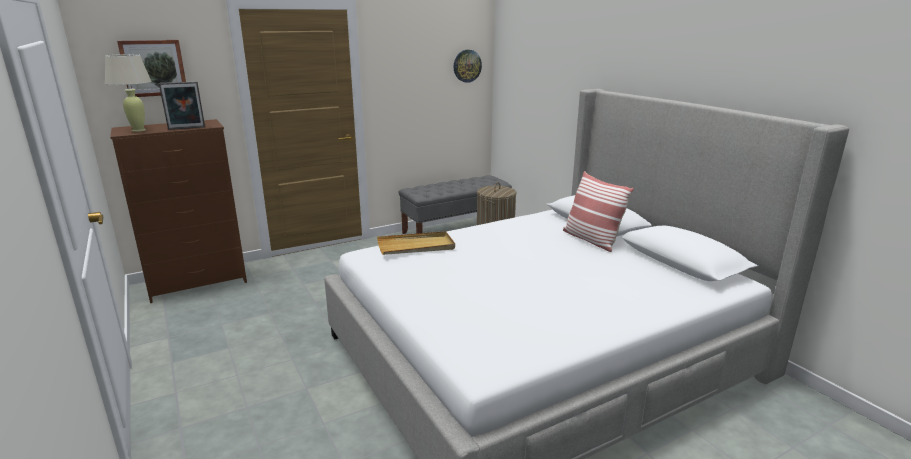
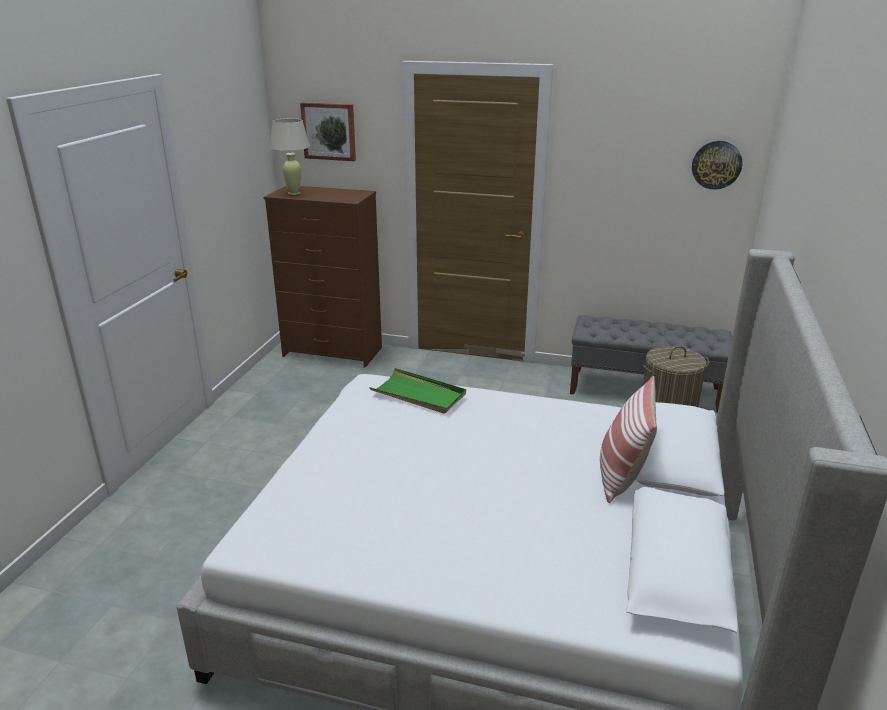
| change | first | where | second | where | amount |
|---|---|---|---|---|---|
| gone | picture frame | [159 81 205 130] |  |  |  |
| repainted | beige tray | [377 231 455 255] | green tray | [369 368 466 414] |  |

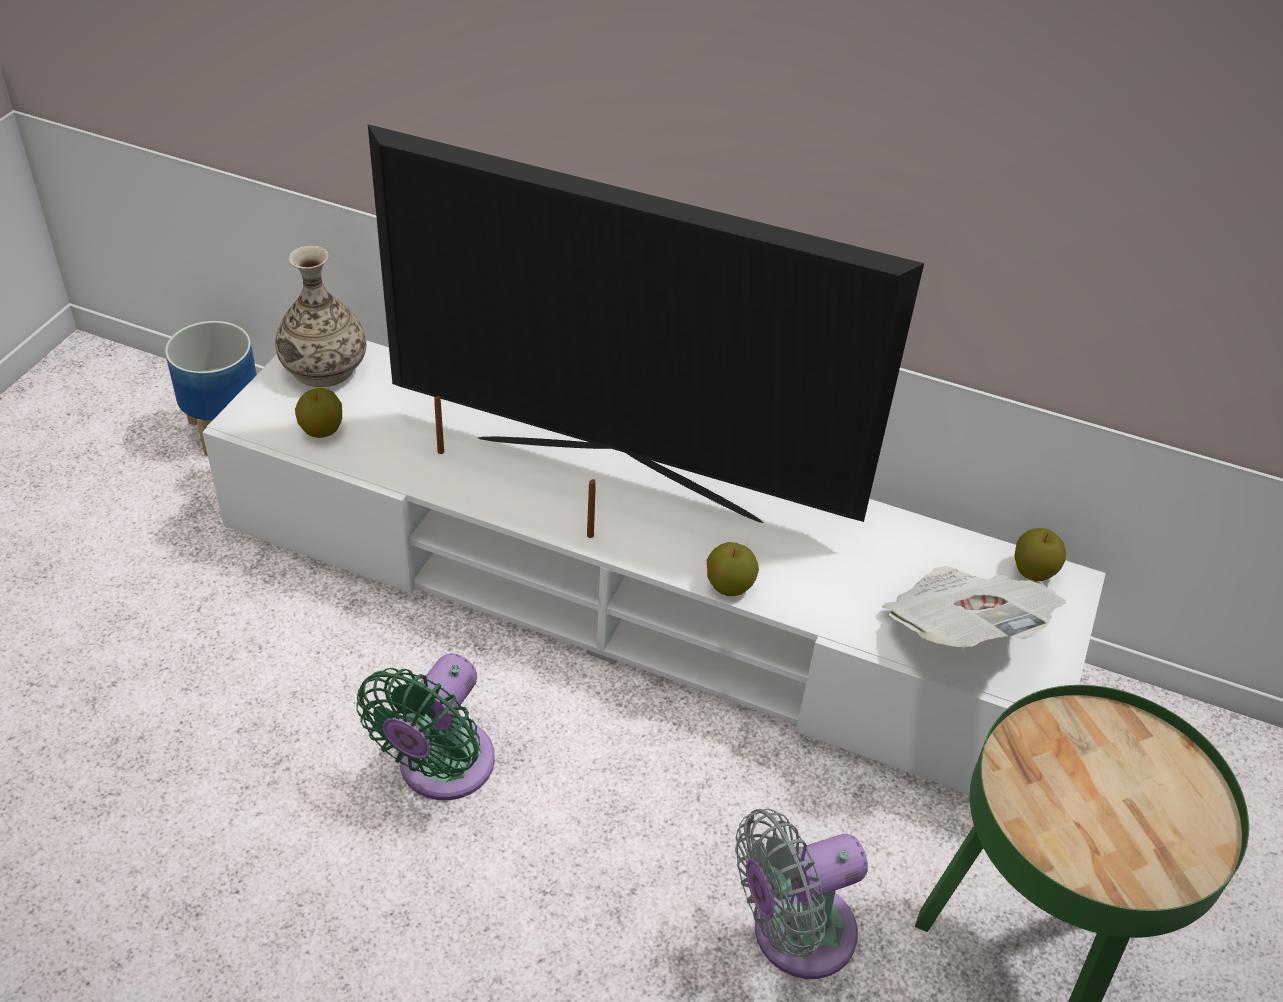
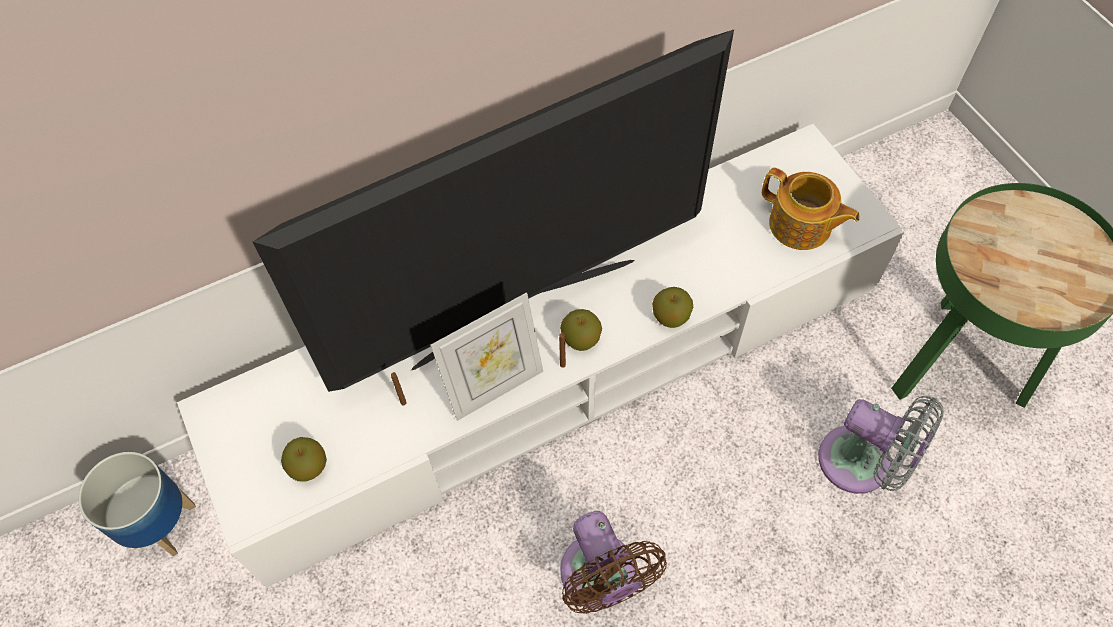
| change | first | where | second | where | amount |
|---|---|---|---|---|---|
| gone | vase | [275 246 366 387] |  |  |  |
| new |  |  | picture frame | [431 292 543 421] |  |
| shifted | apple | [1014 528 1066 581] |  | [560 309 602 351] |  |
| swapped | newspaper | [882 566 1066 647] | teapot | [762 168 860 250] |  |
| repainted | green fan | [356 653 495 800] | brown fan | [560 511 667 614] |  |
| rotated | grey fan | [735 809 868 979] |  | [818 396 944 494] | 75 degrees counterclockwise |

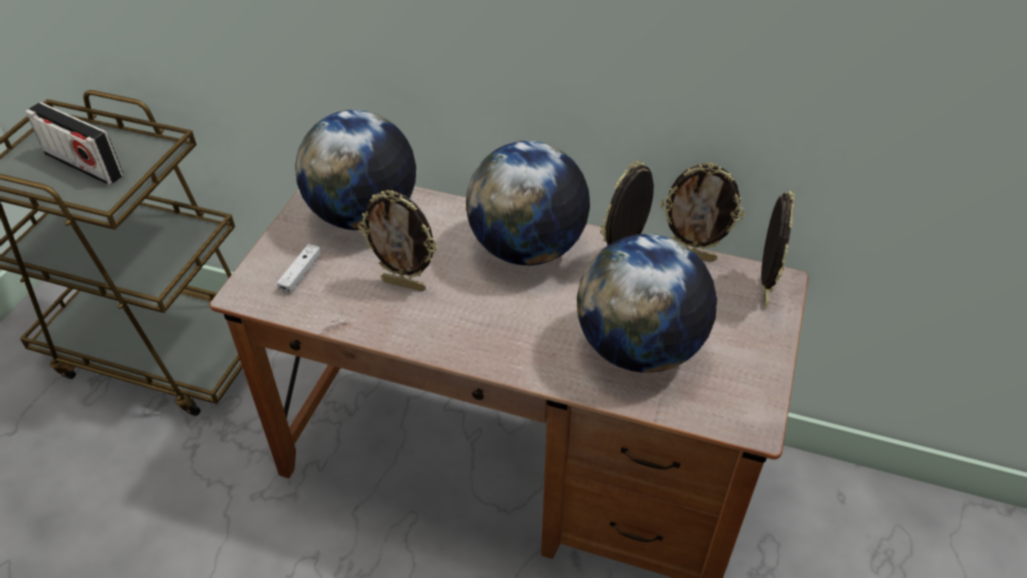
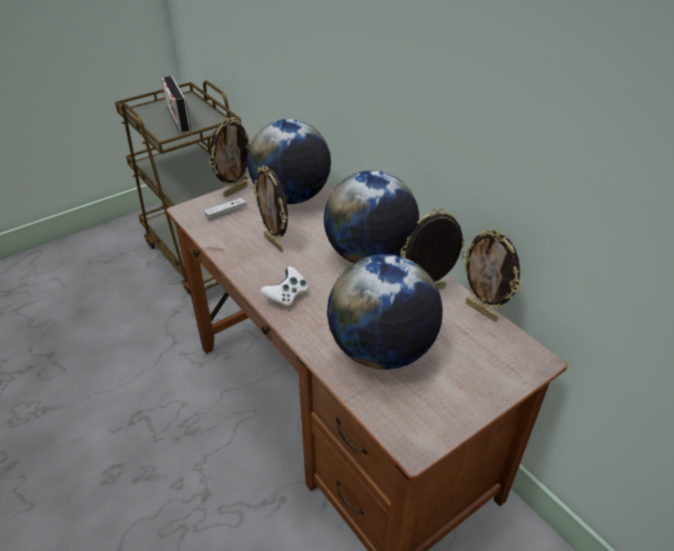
| change | first | where | second | where | amount |
|---|---|---|---|---|---|
| new |  |  | white game controller | [260 266 308 308] |  |
| shifted | picture frame | [761 190 794 308] |  | [209 118 252 197] |  |

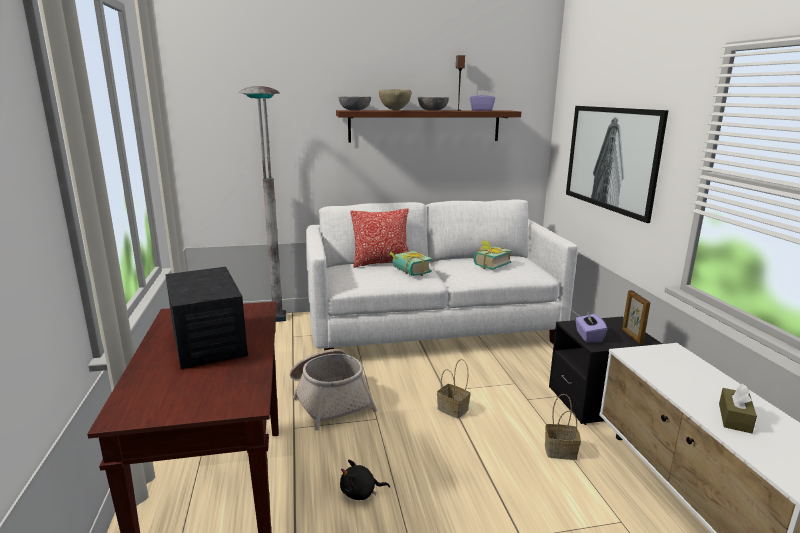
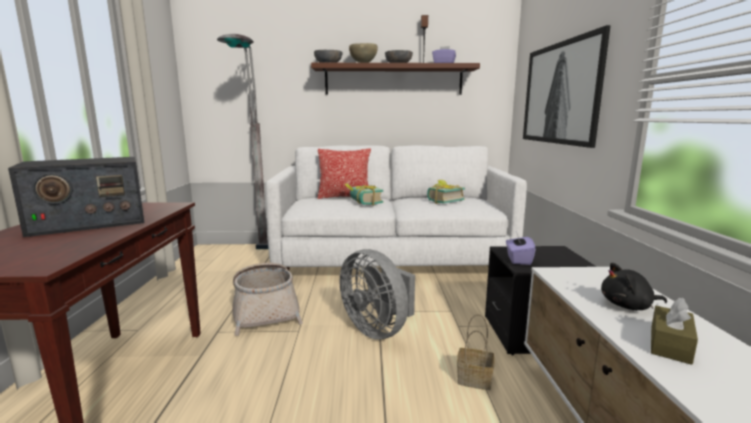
| change | first | where | second | where | amount |
|---|---|---|---|---|---|
| gone | picture frame | [622 290 650 344] |  |  |  |
| shifted | black plush toy | [340 459 390 500] |  | [601 263 667 310] |  |
| swapped | basket | [437 359 470 418] | grey fan | [340 249 415 339] |  |
| rotated | radio | [165 267 248 369] |  | [8 157 144 237] | 75 degrees clockwise |

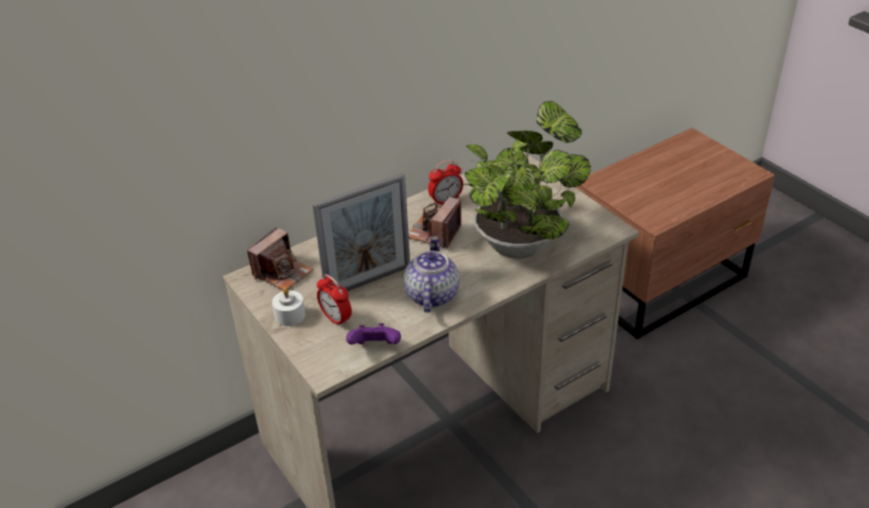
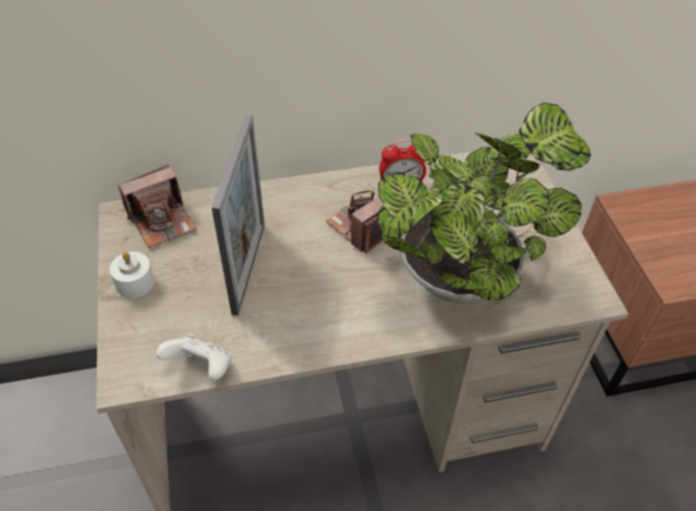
| change | first | where | second | where | amount |
|---|---|---|---|---|---|
| gone | alarm clock | [317 274 352 328] |  |  |  |
| gone | teapot | [404 236 459 313] |  |  |  |
| repainted | purple game controller | [346 323 401 345] | white game controller | [156 333 231 380] |  |
| rotated | picture frame | [312 173 410 291] |  | [211 114 265 316] | 75 degrees counterclockwise |

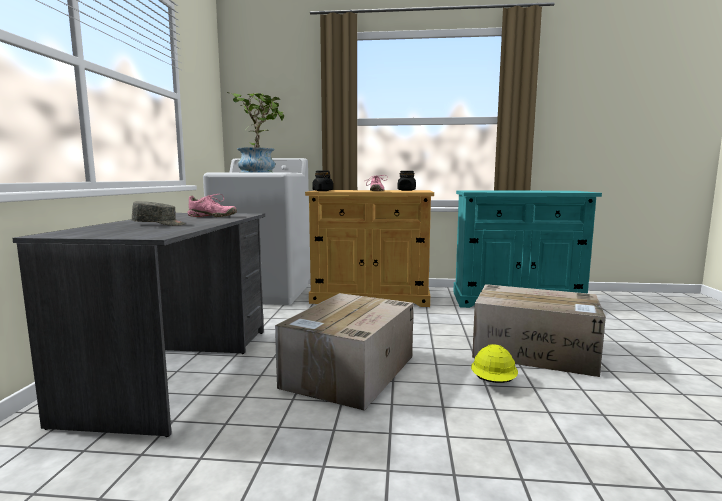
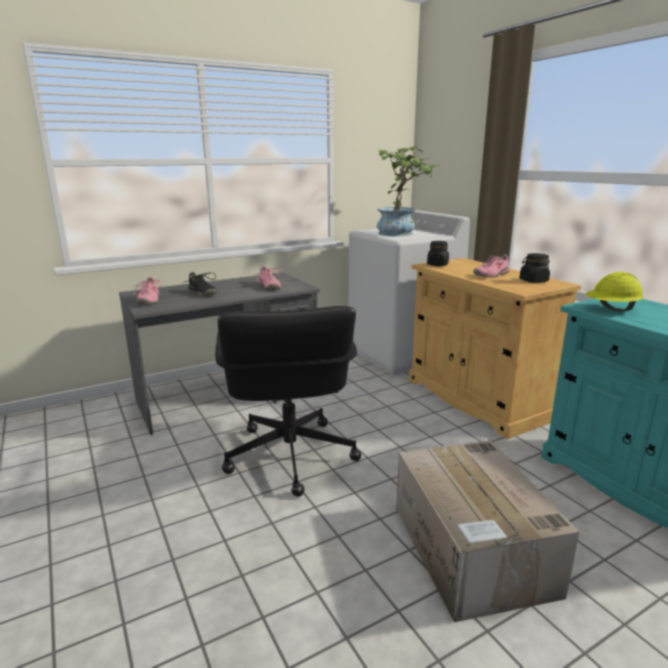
| change | first | where | second | where | amount |
|---|---|---|---|---|---|
| new |  |  | pink shoe | [133 277 162 304] |  |
| shifted | yellow hard hat | [471 344 518 383] |  | [586 272 644 311] |  |
| swapped | grey cap | [132 201 186 226] | black shoe | [183 272 217 296] |  |
| swapped | cardboard box | [275 293 413 410] | black office chair | [215 306 361 497] |  |

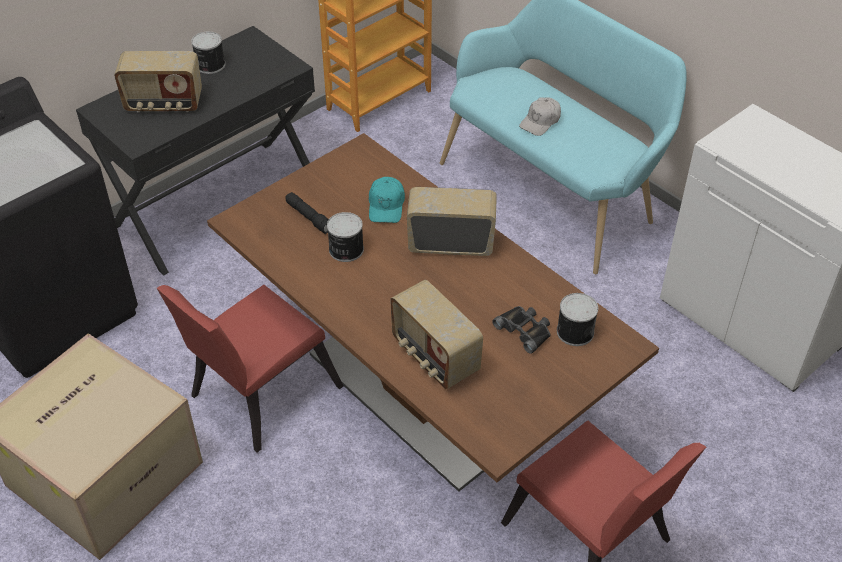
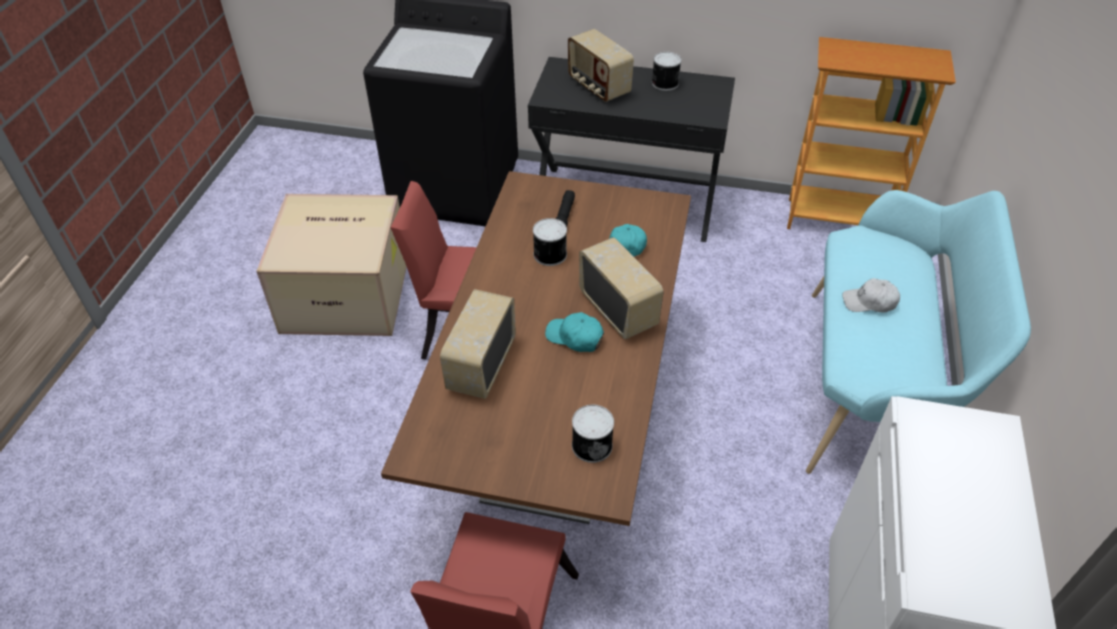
| change | first | where | second | where | amount |
|---|---|---|---|---|---|
| gone | black binoculars | [492 306 551 354] |  |  |  |
| new |  |  | turquoise cap | [545 312 604 352] |  |

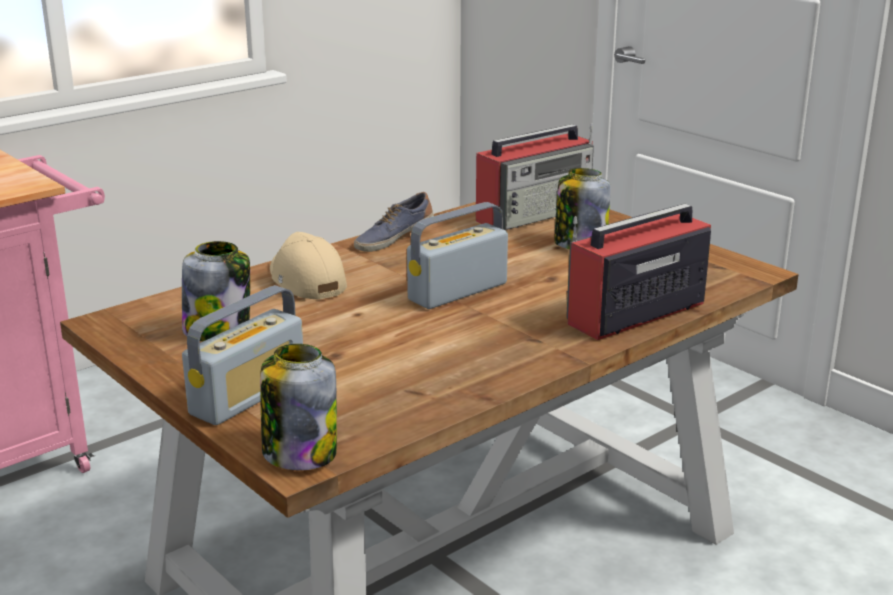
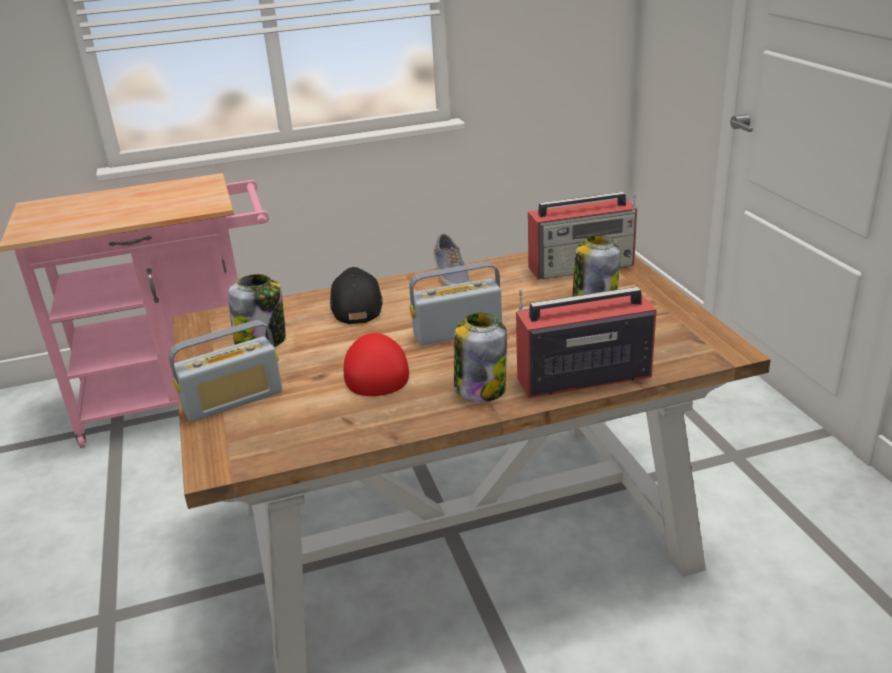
| change | first | where | second | where | amount |
|---|---|---|---|---|---|
| new |  |  | red cap | [344 333 409 396] |  |
| shifted | jar | [260 344 337 470] |  | [454 313 507 402] |  |
| repainted | beige cap | [270 232 347 299] | black cap | [330 267 383 324] |  |
| rotated | shoe | [354 192 434 252] |  | [433 233 471 286] | 90 degrees counterclockwise |

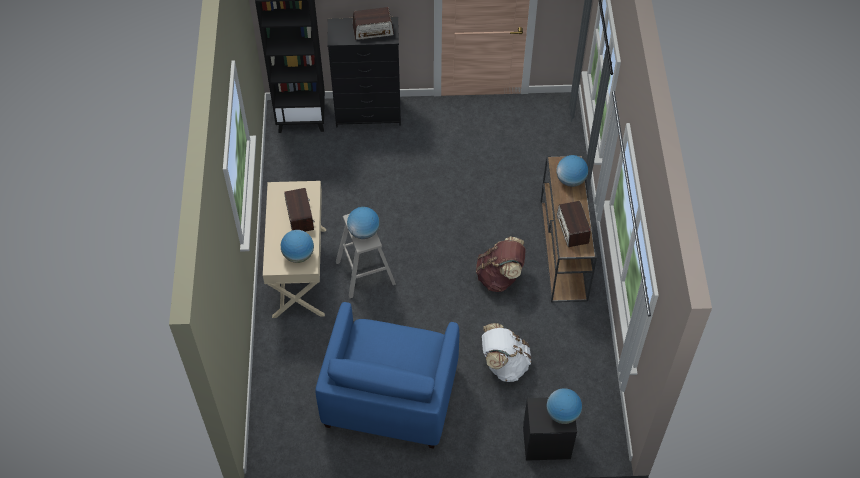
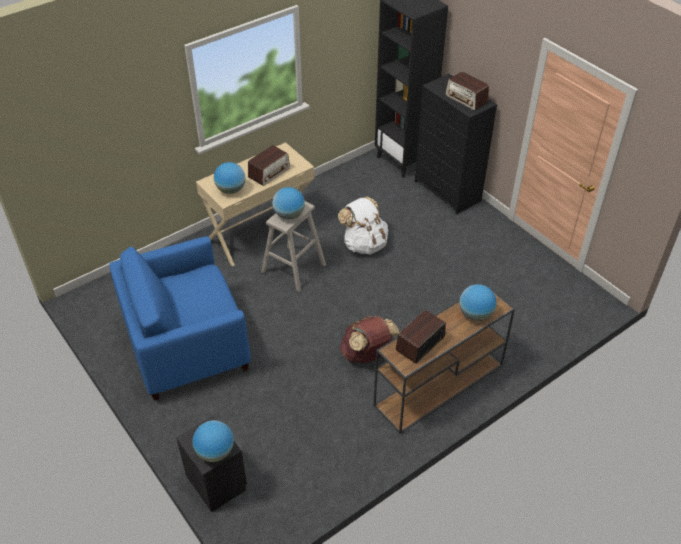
| change | first | where | second | where | amount |
|---|---|---|---|---|---|
| shifted | white backpack | [482 323 531 382] |  | [338 196 388 255] |  |

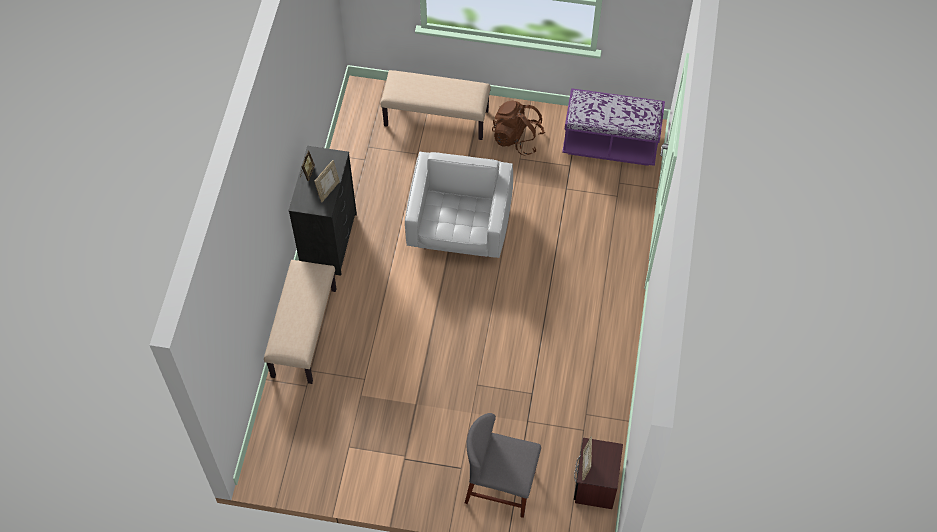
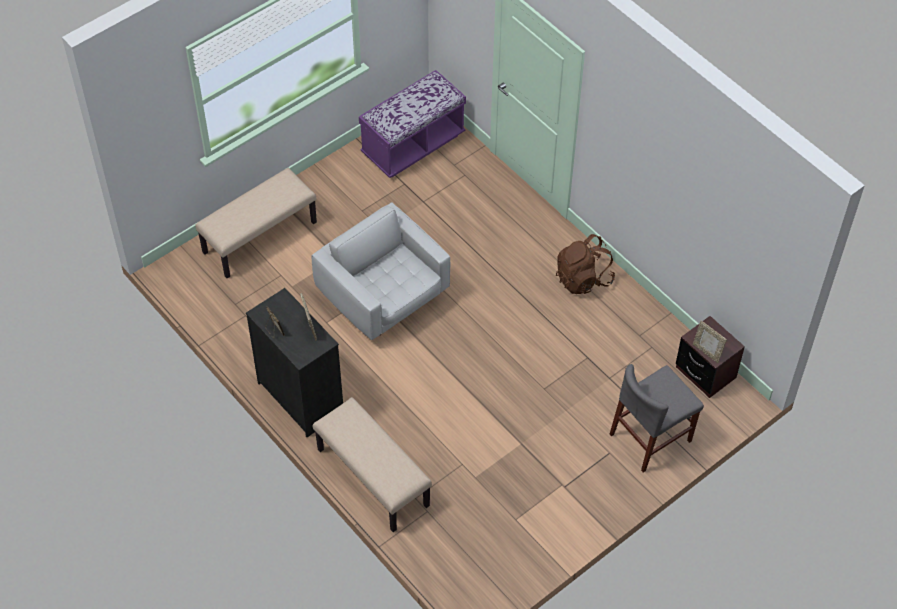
| change | first | where | second | where | amount |
|---|---|---|---|---|---|
| shifted | brown backpack | [492 100 545 155] |  | [556 234 615 294] |  |

